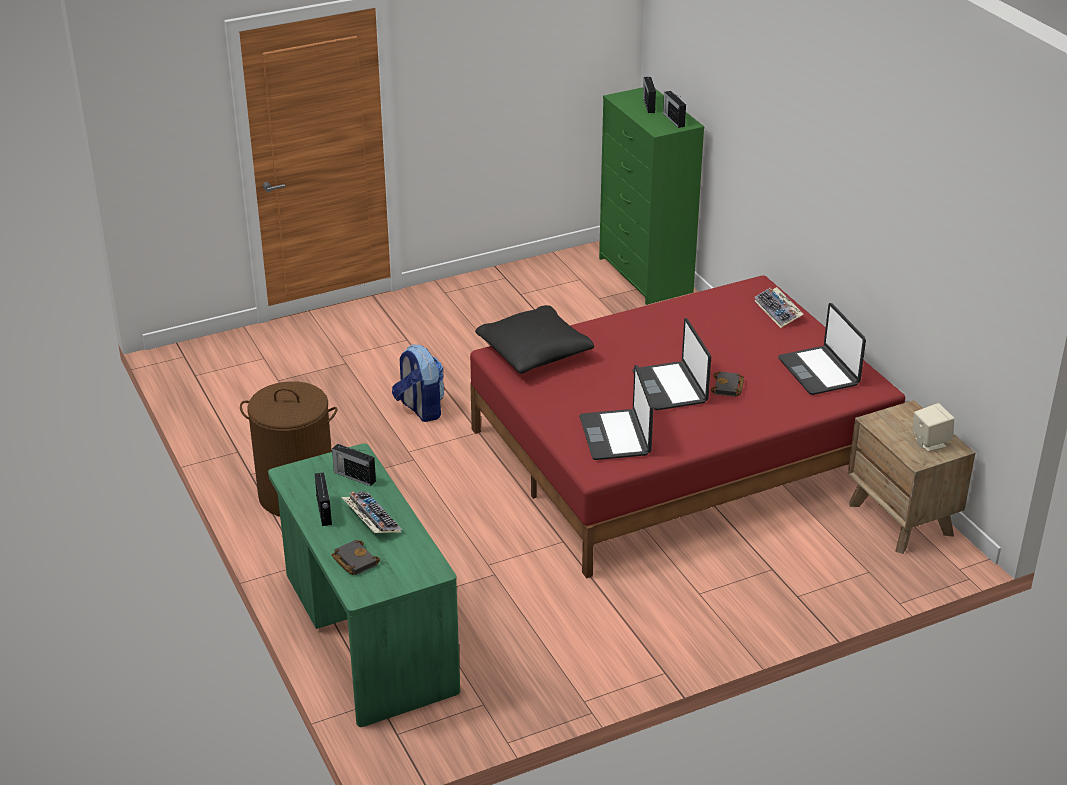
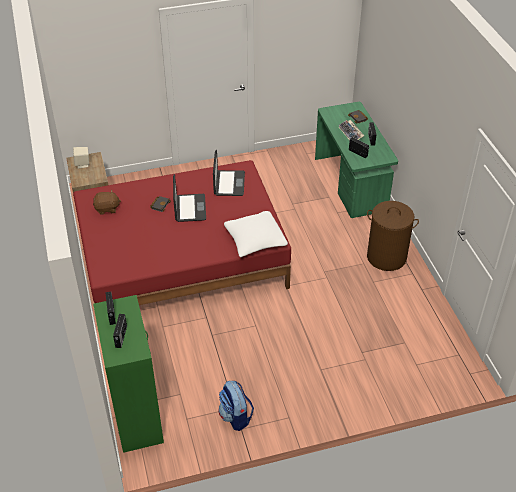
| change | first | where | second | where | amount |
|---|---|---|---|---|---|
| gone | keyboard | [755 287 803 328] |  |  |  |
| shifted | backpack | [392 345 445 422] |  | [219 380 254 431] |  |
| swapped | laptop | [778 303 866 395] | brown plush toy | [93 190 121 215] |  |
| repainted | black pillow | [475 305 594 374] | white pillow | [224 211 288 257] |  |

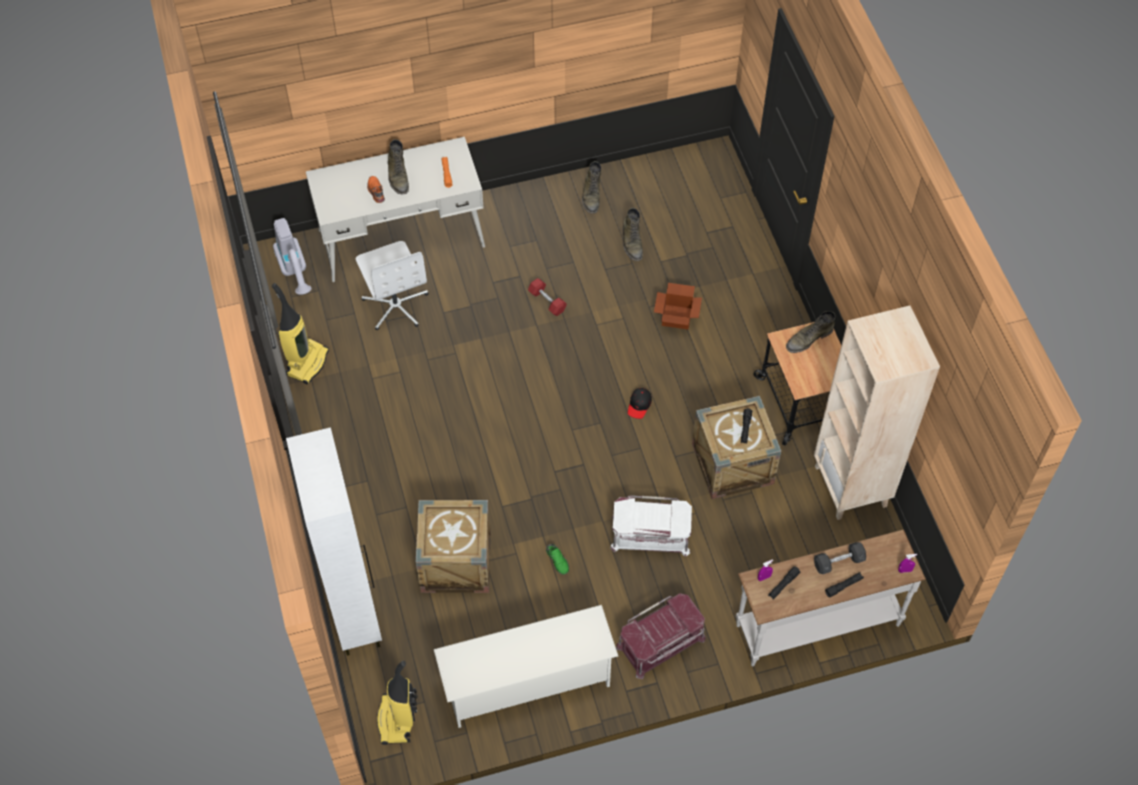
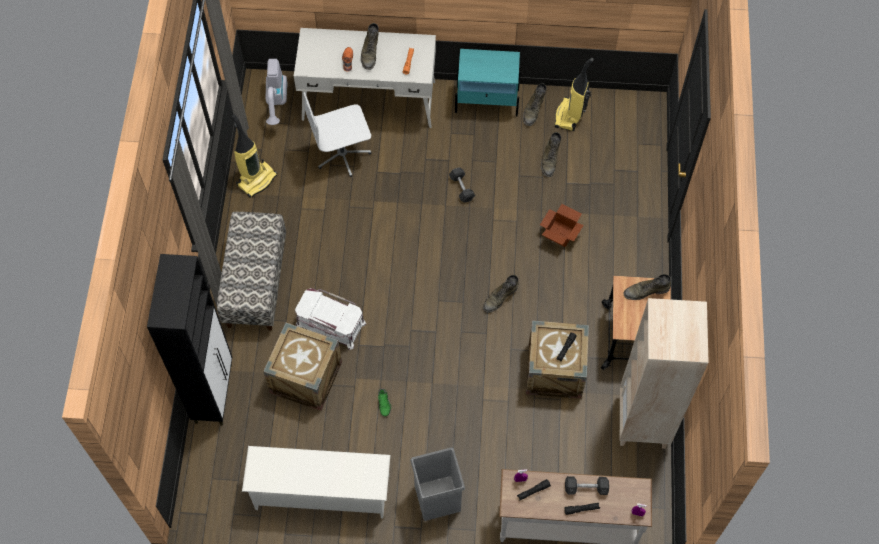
| change | first | where | second | where | amount |
|---|---|---|---|---|---|
| new |  |  | bench | [217 212 286 331] |  |
| new |  |  | turquoise nightstand | [455 49 521 116] |  |
| shifted | vacuum cleaner | [377 661 417 745] |  | [554 58 594 131] |  |
| shifted | white storage box | [610 495 692 557] |  | [295 288 366 350] |  |
| swapped | red storage box | [616 593 706 679] | grey trash can | [410 447 465 521] |  |
| swapped | black cap | [628 388 652 419] | green boot | [483 275 518 313] |  |
| repainted | white cabinet | [286 427 382 656] | black cabinet | [147 254 232 425] |  |
| repainted | red dumbbell | [528 278 567 316] | grey dumbbell | [449 167 475 203] |  |
| rotated | white office chair | [355 241 429 330] |  | [304 92 372 177] | 75 degrees clockwise |

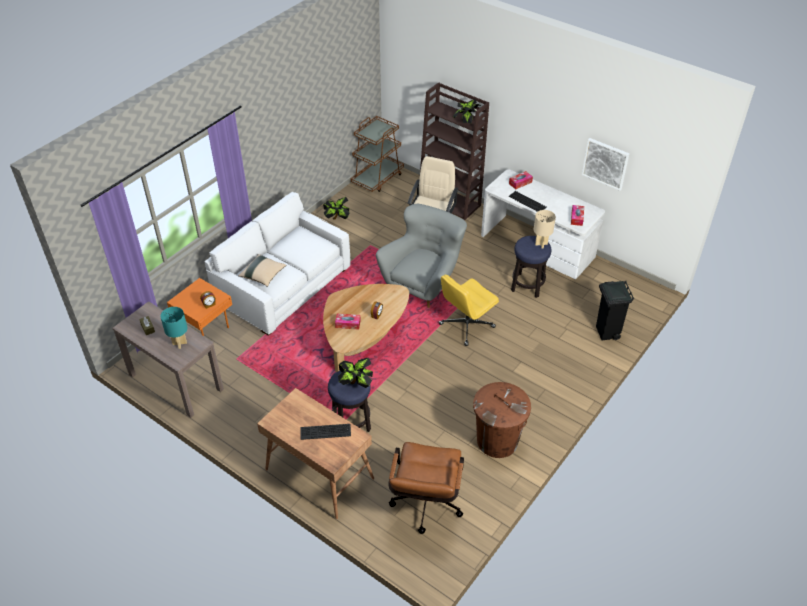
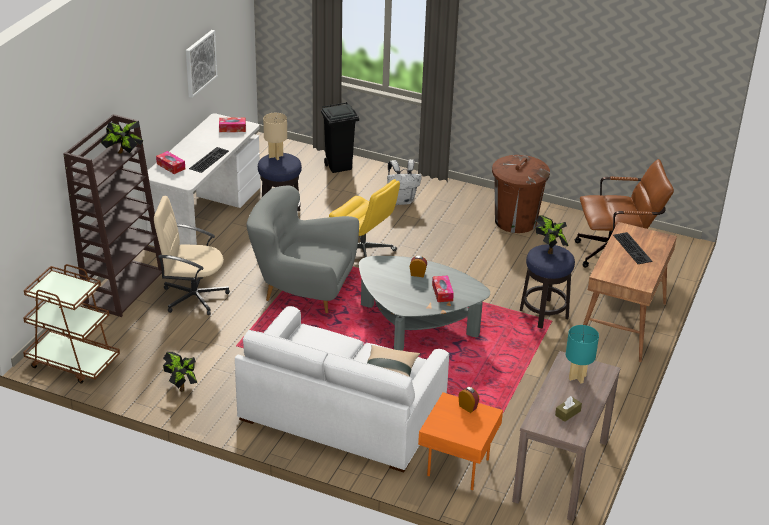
| change | first | where | second | where | amount |
|---|---|---|---|---|---|
| new |  |  | white backpack | [387 159 422 205] |  |
| repainted | brown coffee table | [323 284 409 372] | grey coffee table | [359 256 490 351] |  |

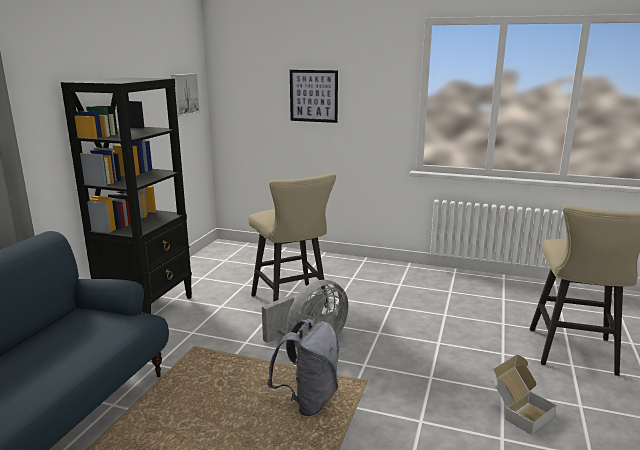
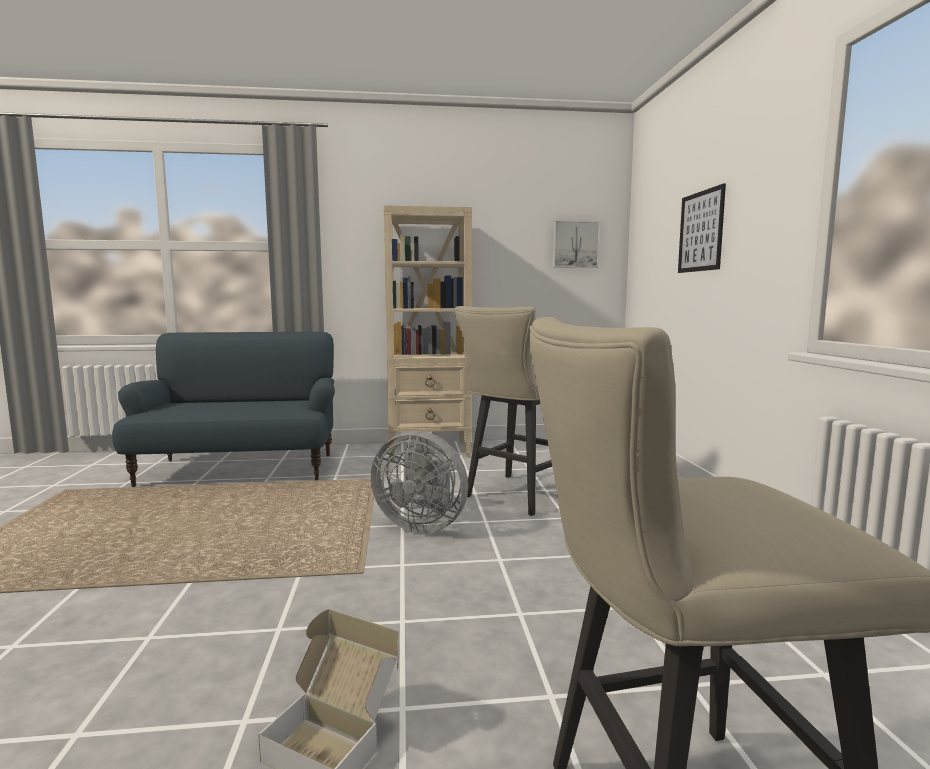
| change | first | where | second | where | amount |
|---|---|---|---|---|---|
| gone | grey backpack | [267 319 340 416] |  |  |  |
| repainted | black bookcase | [61 77 192 314] | beige bookcase | [384 205 472 460] |  |

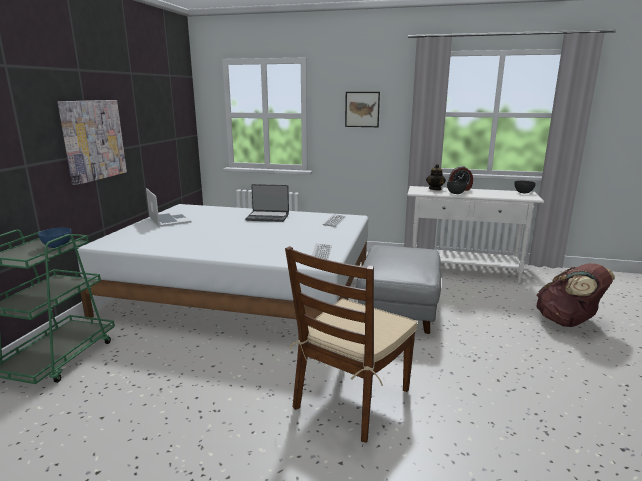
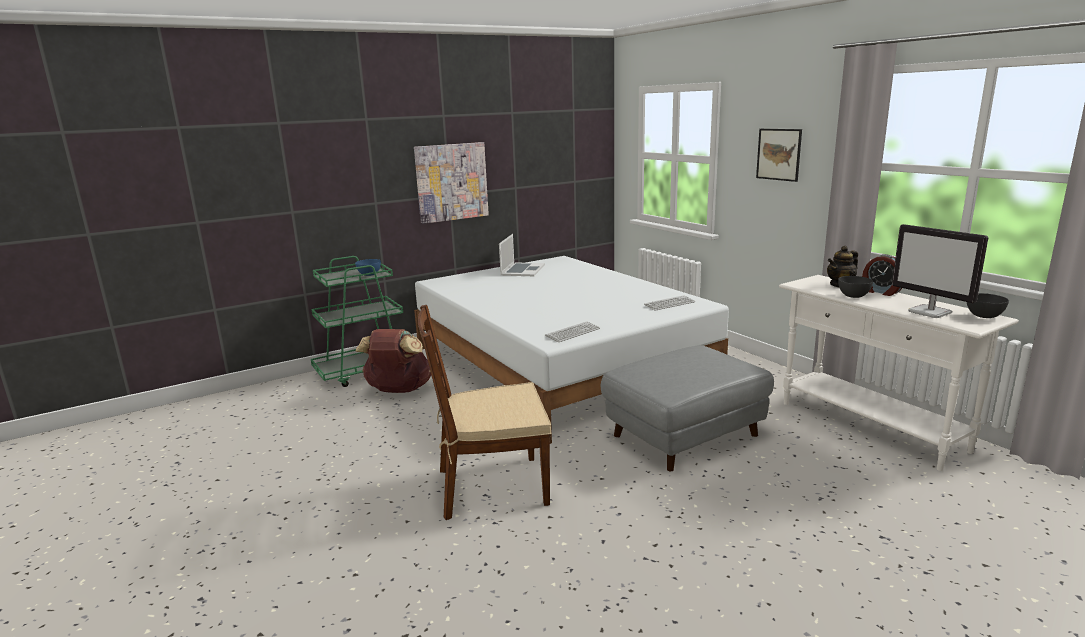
| change | first | where | second | where | amount |
|---|---|---|---|---|---|
| gone | laptop | [245 184 289 222] |  |  |  |
| new |  |  | monitor | [892 224 989 318] |  |
| shifted | brown backpack | [537 263 615 327] |  | [355 329 431 393] |  |

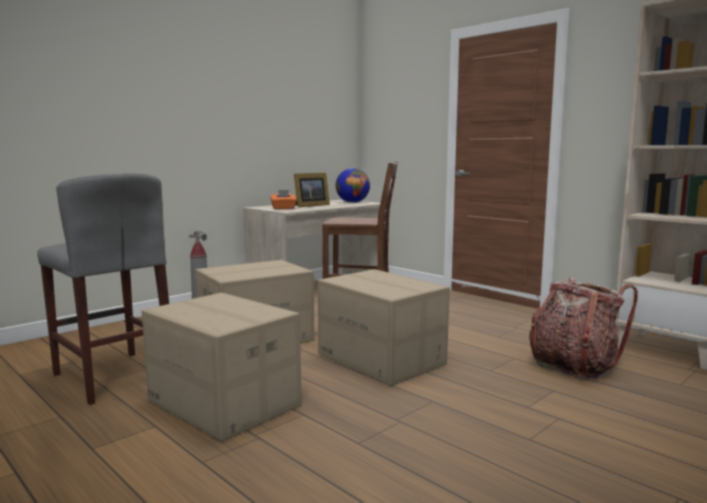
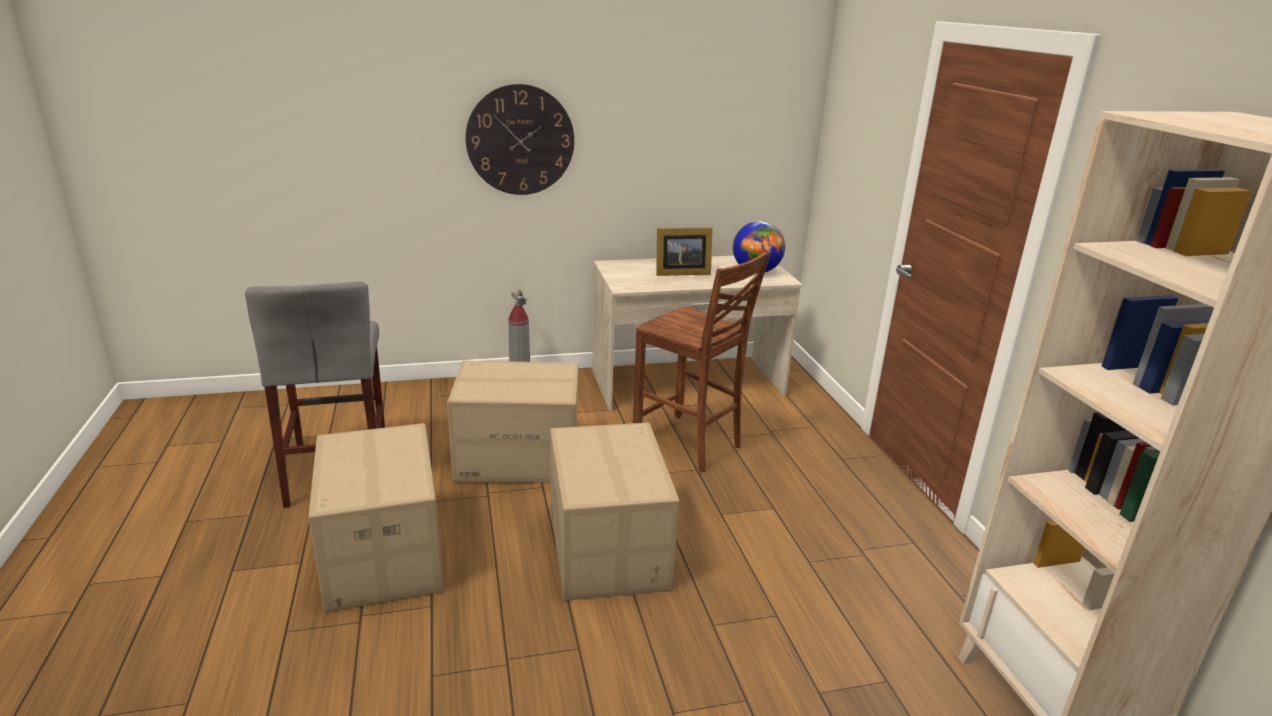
| change | first | where | second | where | amount |
|---|---|---|---|---|---|
| gone | orange tissue box | [270 190 297 210] |  |  |  |
| gone | backpack | [529 277 638 380] |  |  |  |
| new |  |  | wall clock | [466 84 574 195] |  |

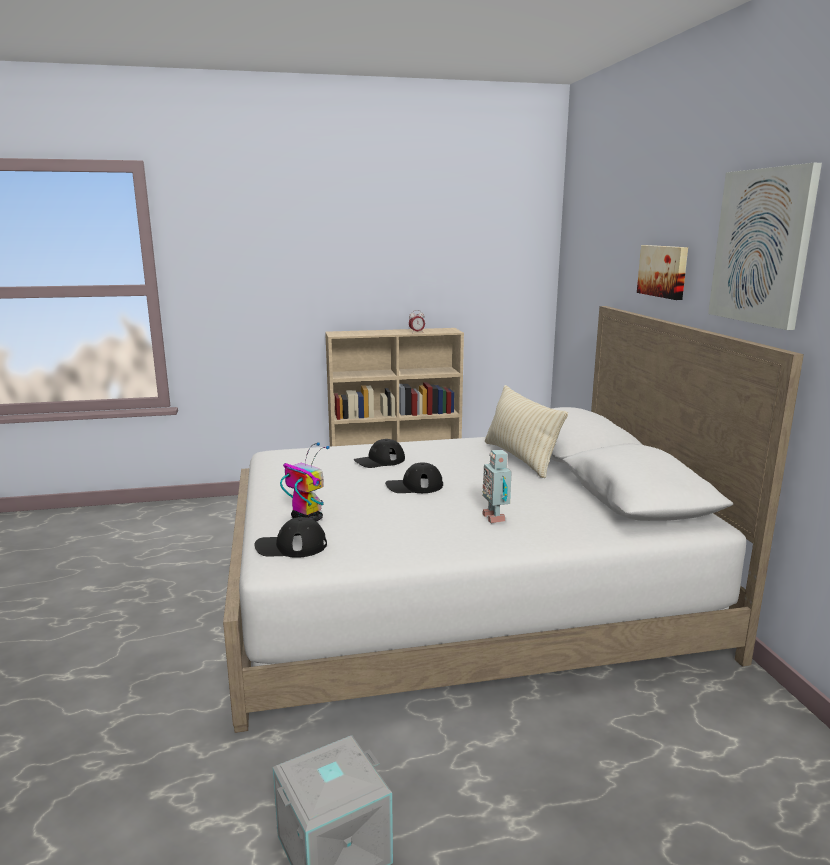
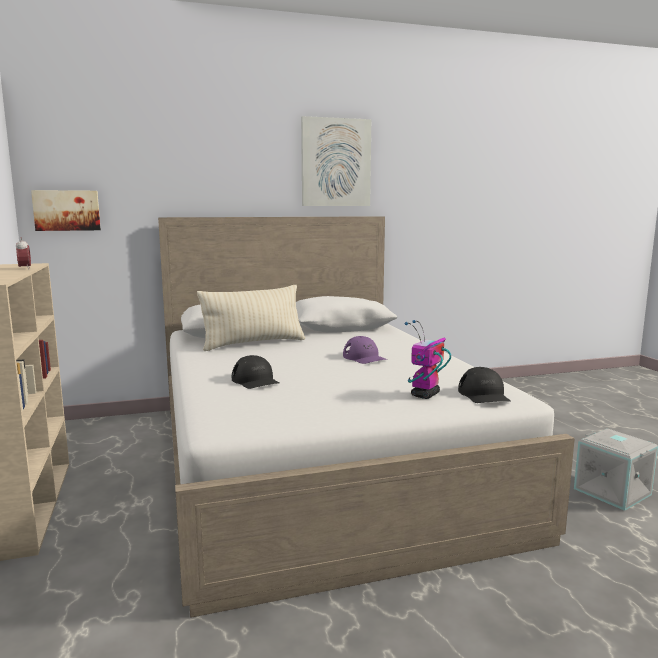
| change | first | where | second | where | amount |
|---|---|---|---|---|---|
| gone | black cap | [385 463 443 493] |  |  |  |
| gone | toy robot | [482 450 512 523] |  |  |  |
| new |  |  | purple cap | [343 336 388 364] |  |
| shifted | picture | [637 245 688 300] |  | [31 190 101 231] |  |

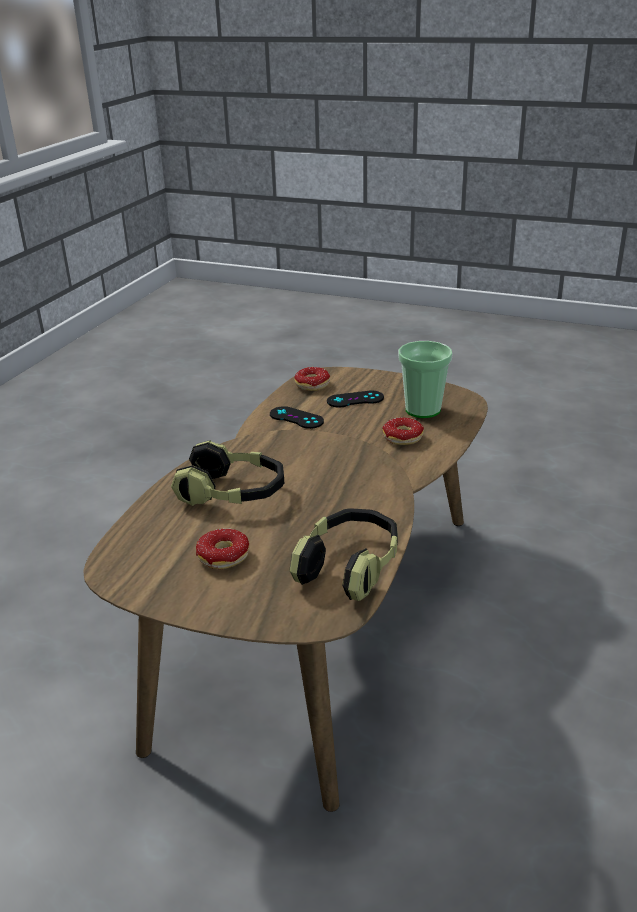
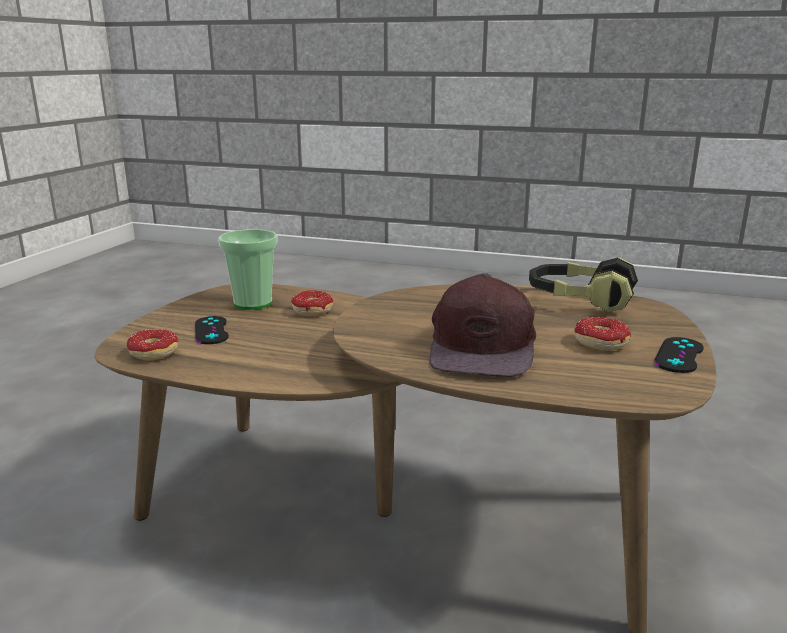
| change | first | where | second | where | amount |
|---|---|---|---|---|---|
| shifted | black game controller | [270 406 324 429] |  | [654 337 704 373] |  |
| swapped | headphones | [171 440 284 506] | brown cap | [430 273 536 377] |  |

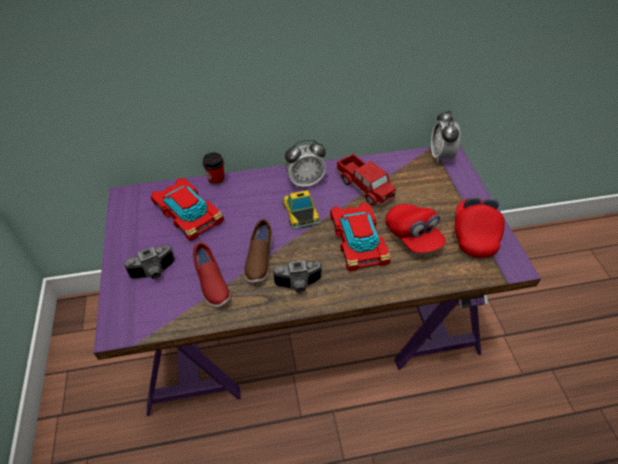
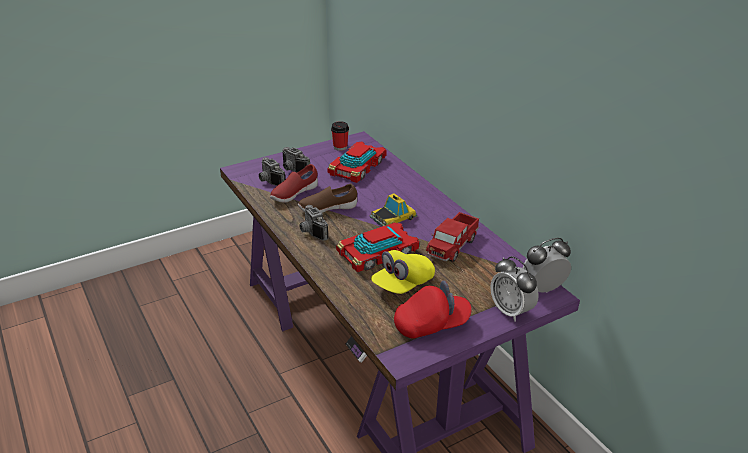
| change | first | where | second | where | amount |
|---|---|---|---|---|---|
| new |  |  | photo camera | [259 157 285 186] |  |
| shifted | cup | [202 152 224 186] |  | [331 121 349 151] |  |
| shifted | alarm clock | [285 139 326 188] |  | [490 256 539 322] |  |
| repainted | red cap | [385 204 446 253] | yellow cap | [371 250 435 294] |  |

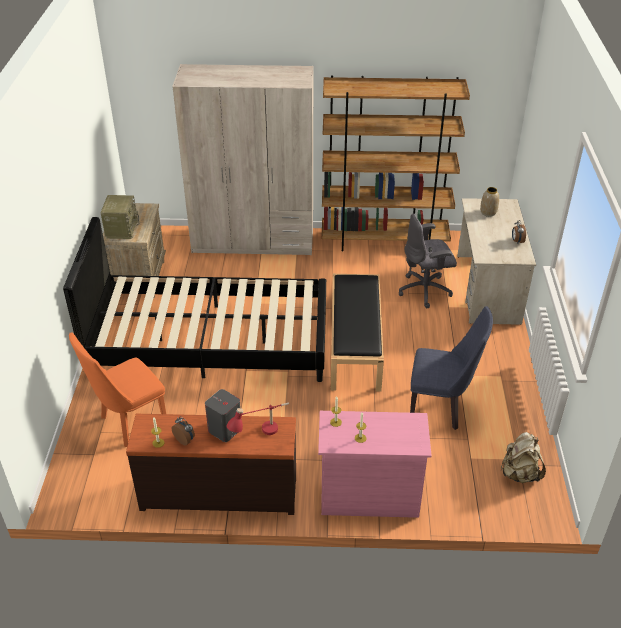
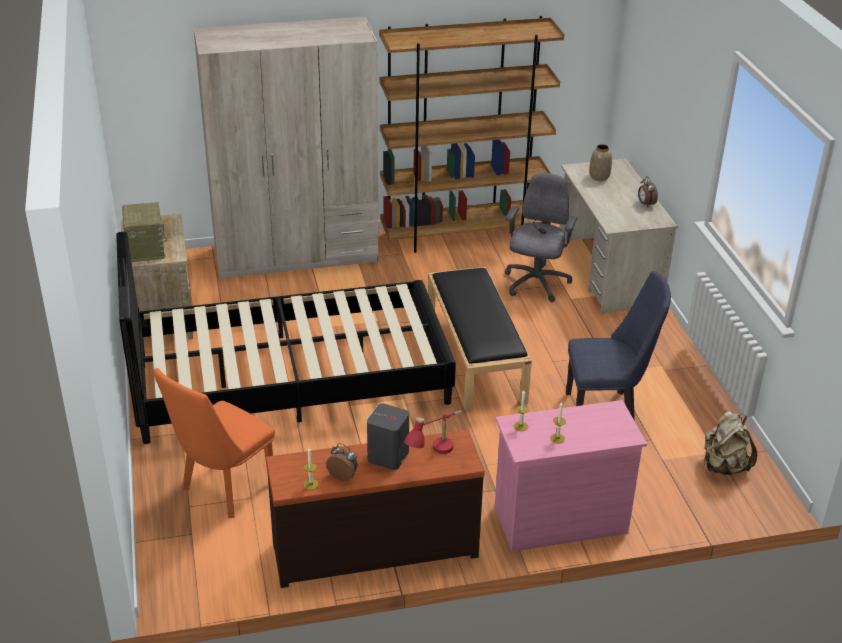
| change | first | where | second | where | amount |
|---|---|---|---|---|---|
| rotated | grey office chair | [399 214 457 308] |  | [505 173 577 302] | 135 degrees clockwise |

